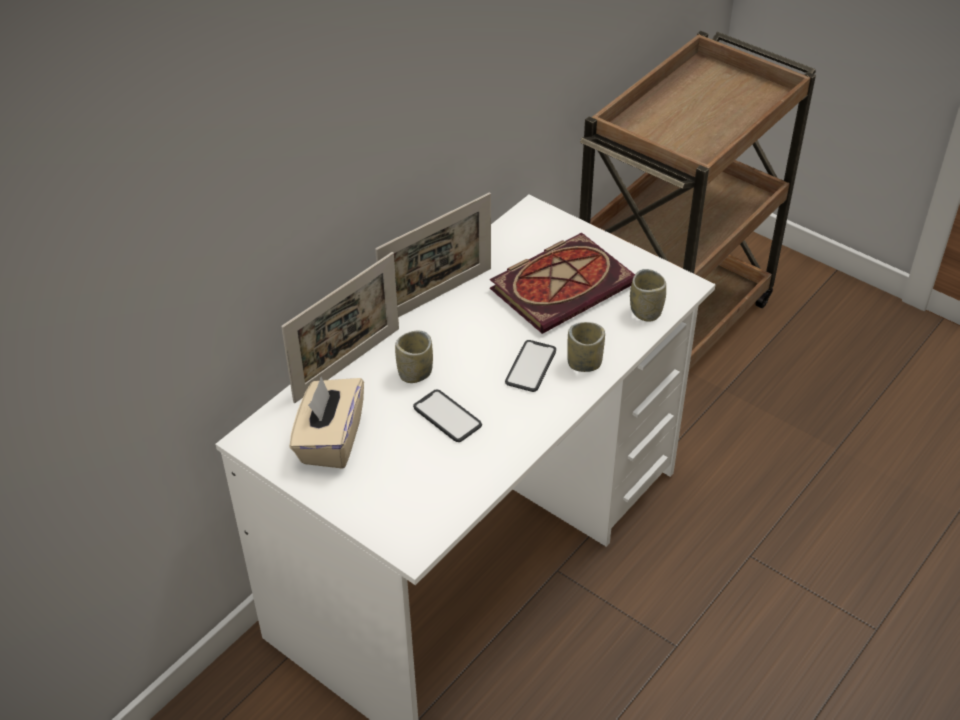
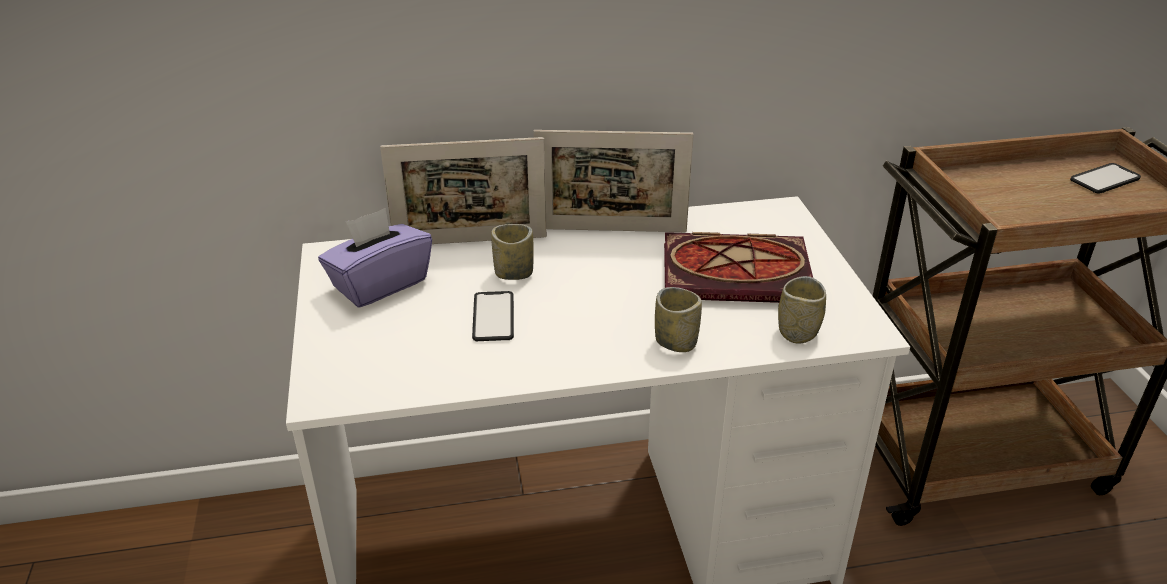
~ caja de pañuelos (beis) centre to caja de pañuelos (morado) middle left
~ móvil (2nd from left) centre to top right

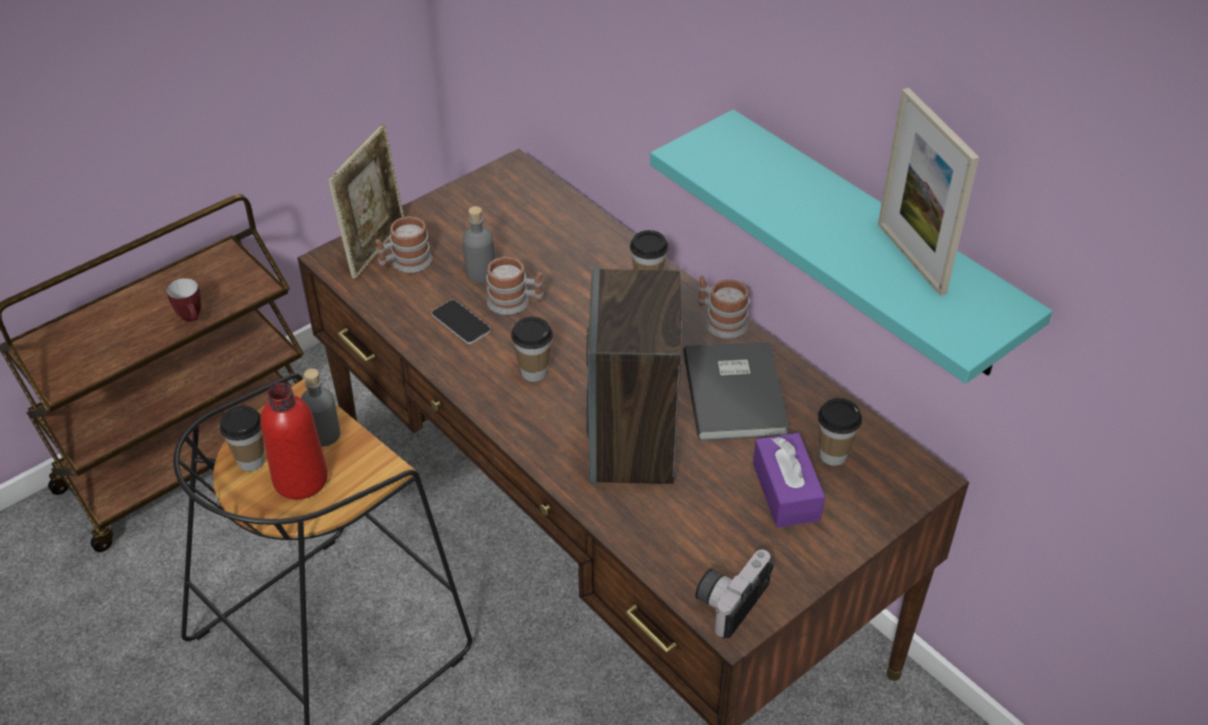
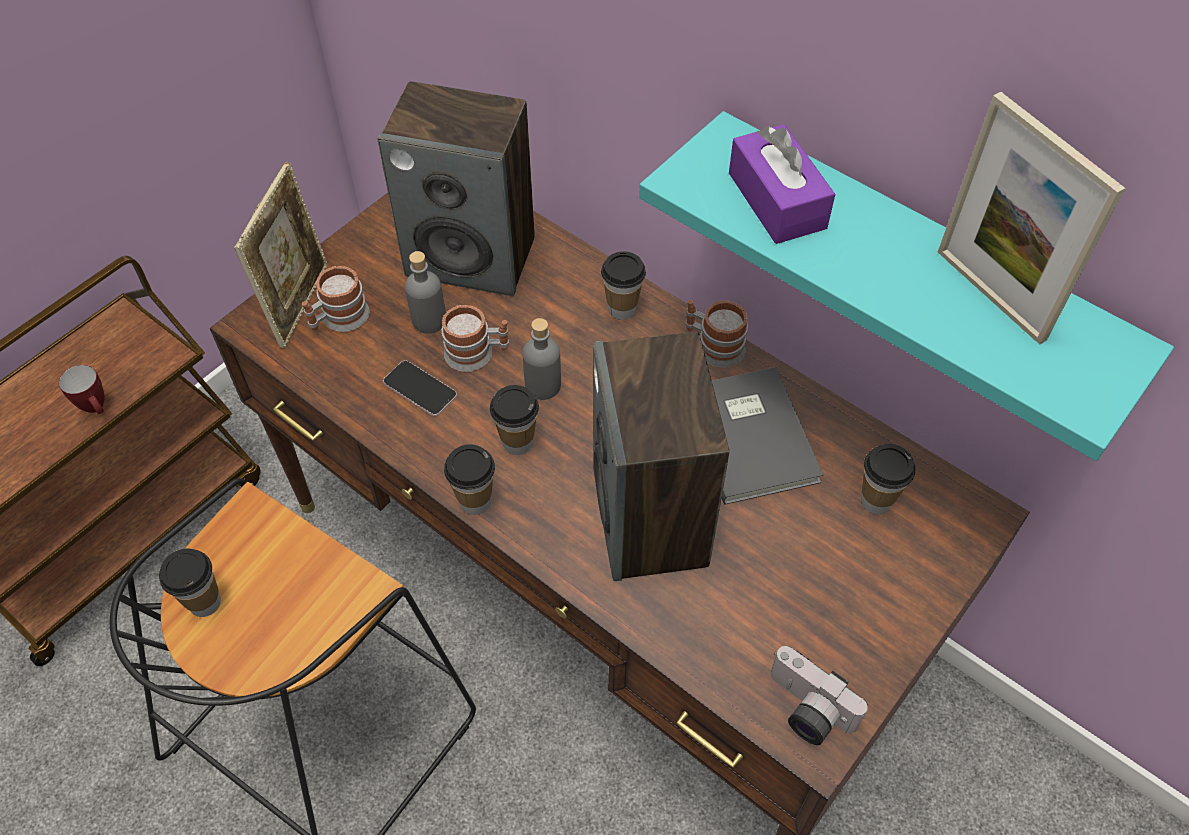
- botella (rojo) middle left
~ botella (gris) (1st from left in the first image) middle left to botella (gris) (2nd from left) centre
~ cámara bottom centre = bottom right 75 degrees counterclockwise
~ caja de pañuelos (morado) centre to top centre
+ altavoz (1st from left) top centre
+ taza (2nd from left) centre

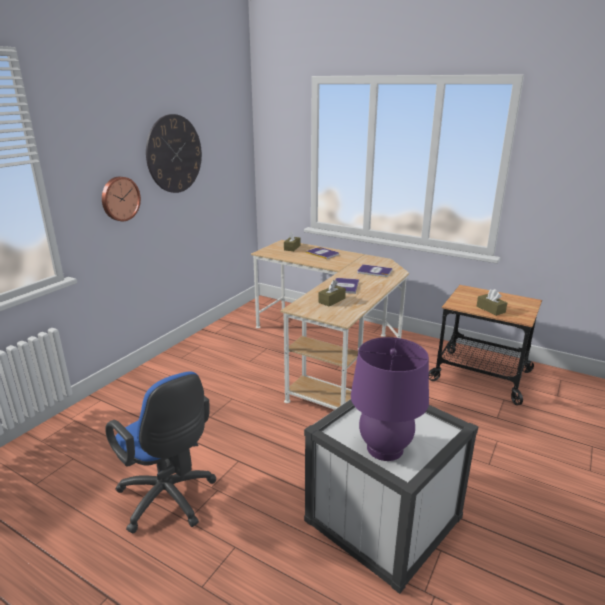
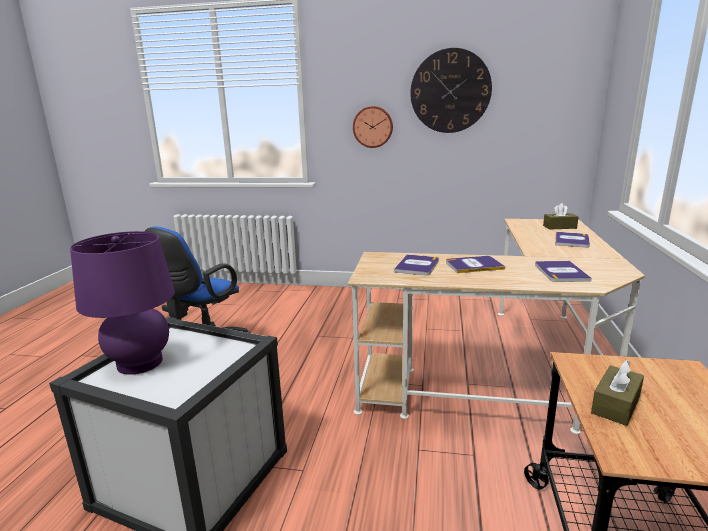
~ caja de pañuelos (marrón) (2nd from left) centre to libro (1st from left) centre

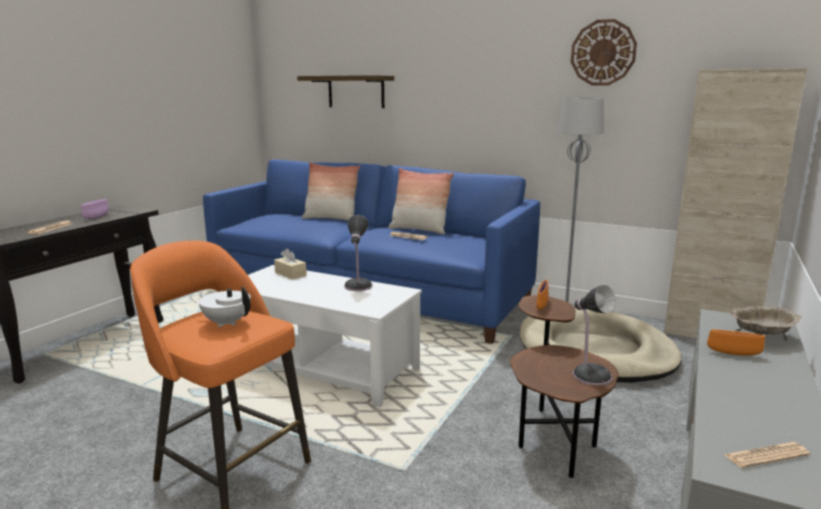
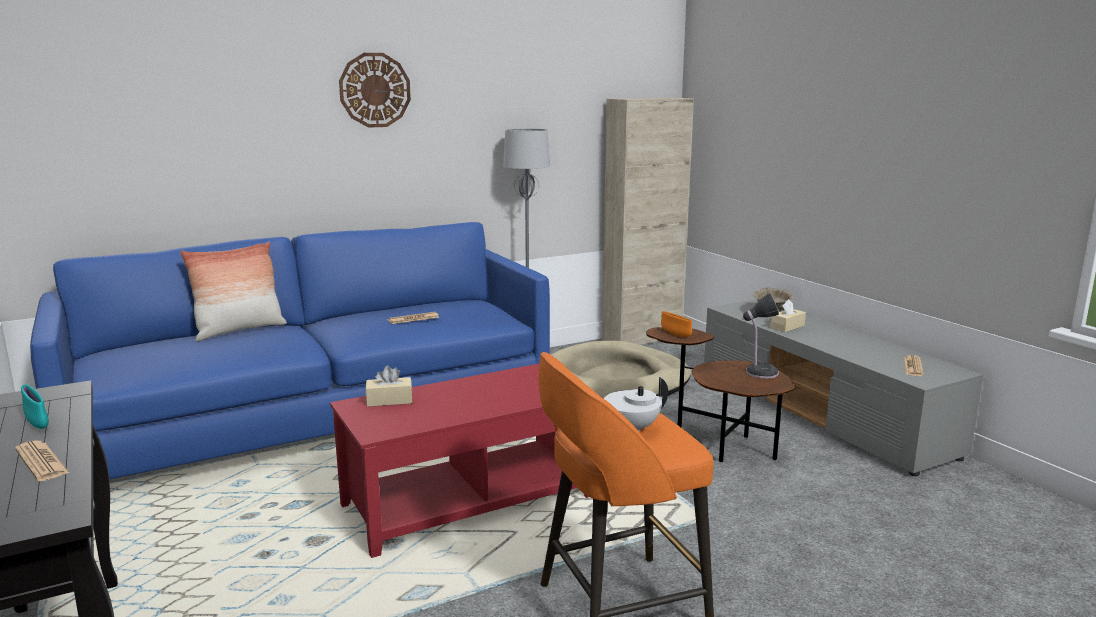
~ cuenco (morado) middle left to cuenco (turquesa) middle left
~ mesa de centro (blanco) centre to mesa de centro (rojo) bottom centre
- estante top centre
- lámpara de mesa (1st from left) centre
- cojín (2nd from left) centre
~ reloj de pared top right to top centre
~ cuenco (naranja) (2nd from left) bottom right to caja de pañuelos (beis) (2nd from left) middle right

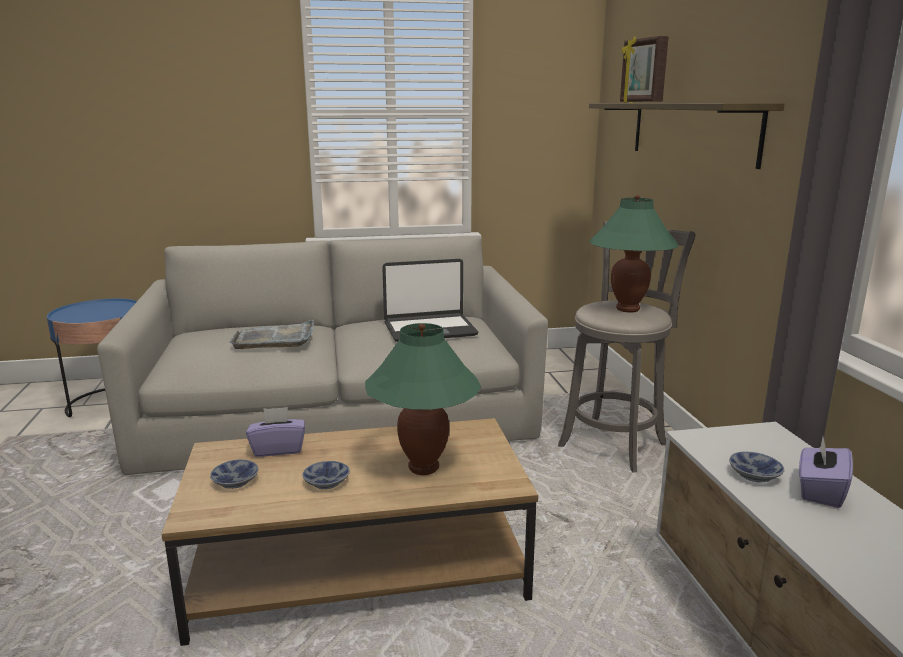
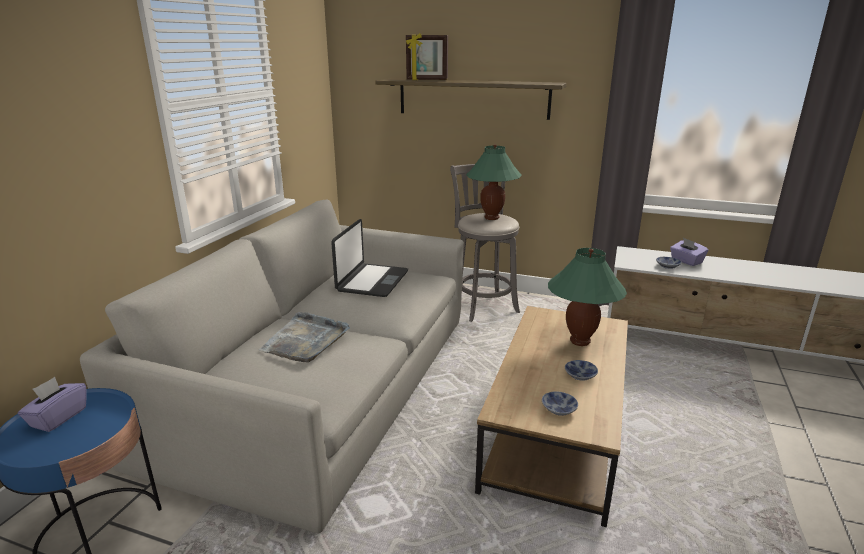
~ caja de pañuelos (morado) (1st from left) middle left to bottom left

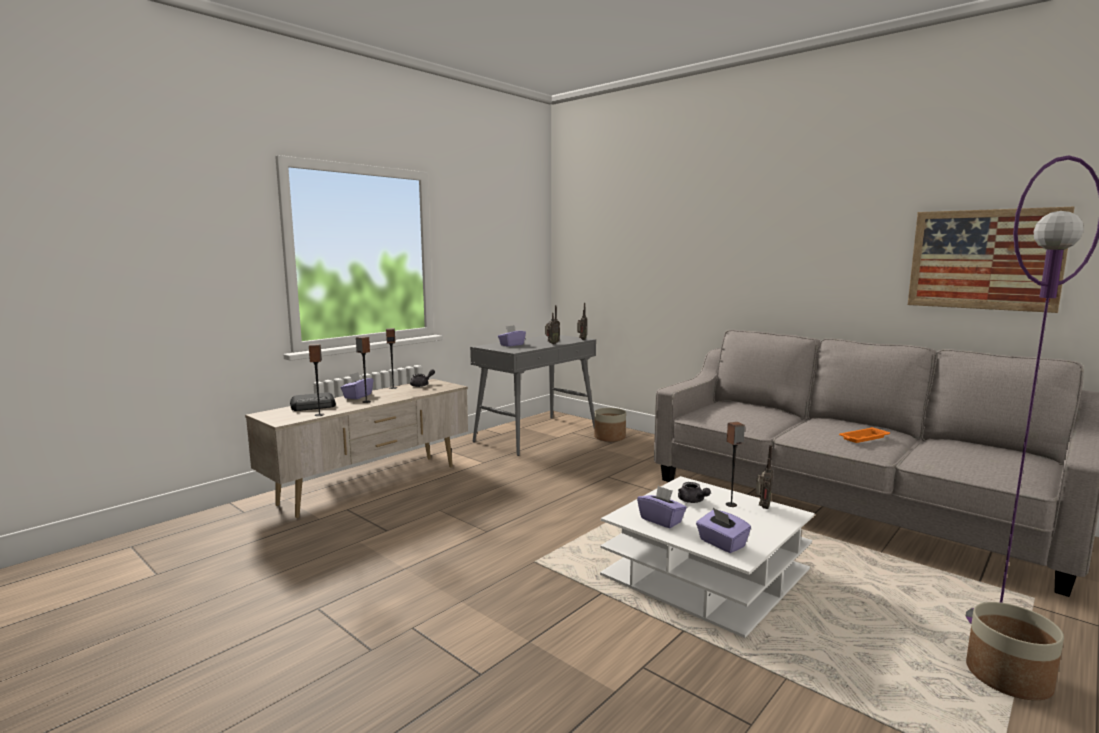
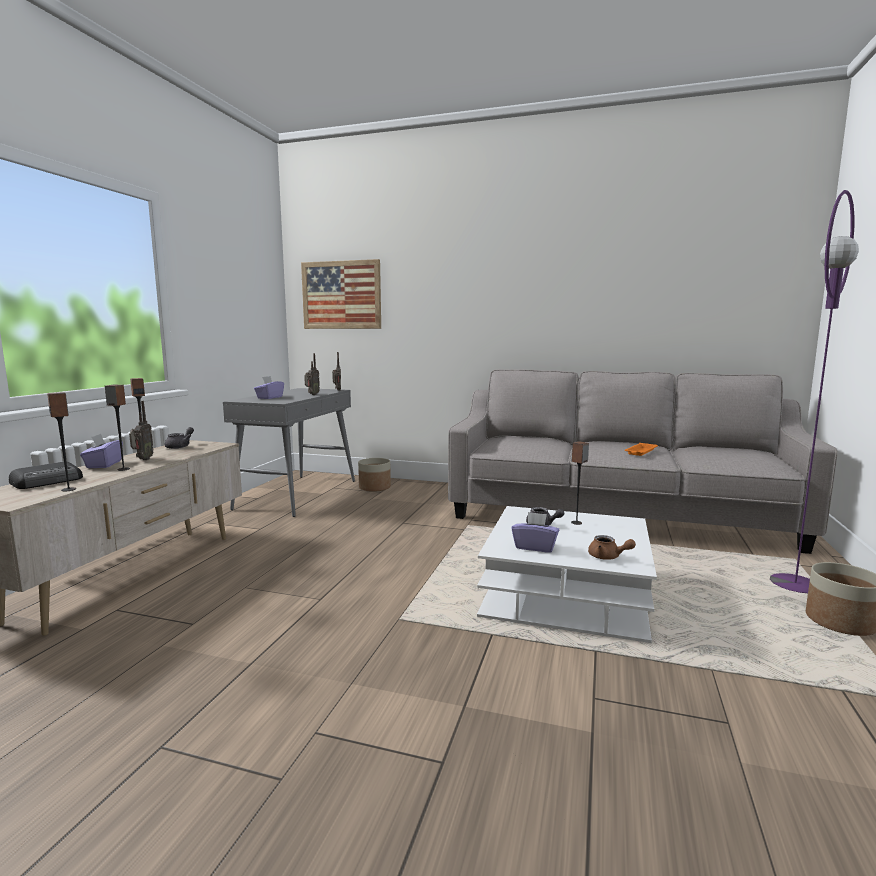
~ caja de pañuelos (morado) (4th from left) bottom centre to tetera (marrón) middle right
~ radio (4th from left in the first image) middle right to radio (2nd from left) middle left
~ cuadro middle right to centre

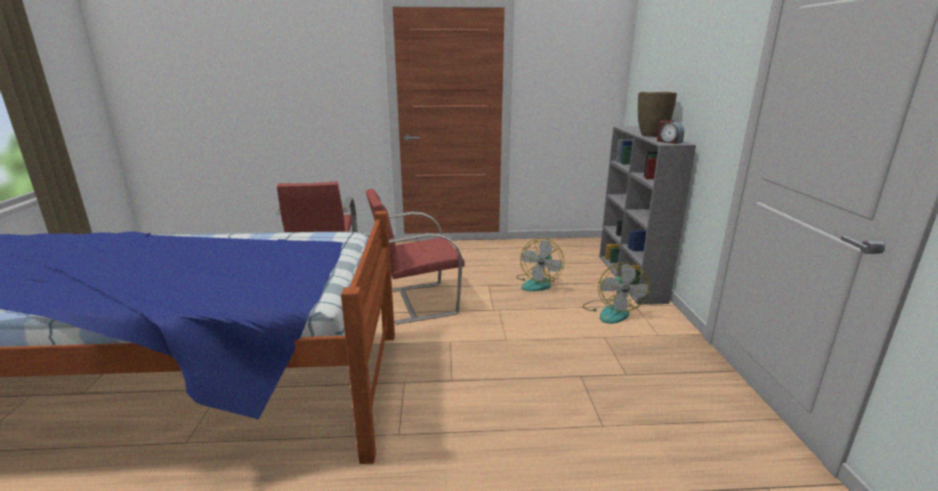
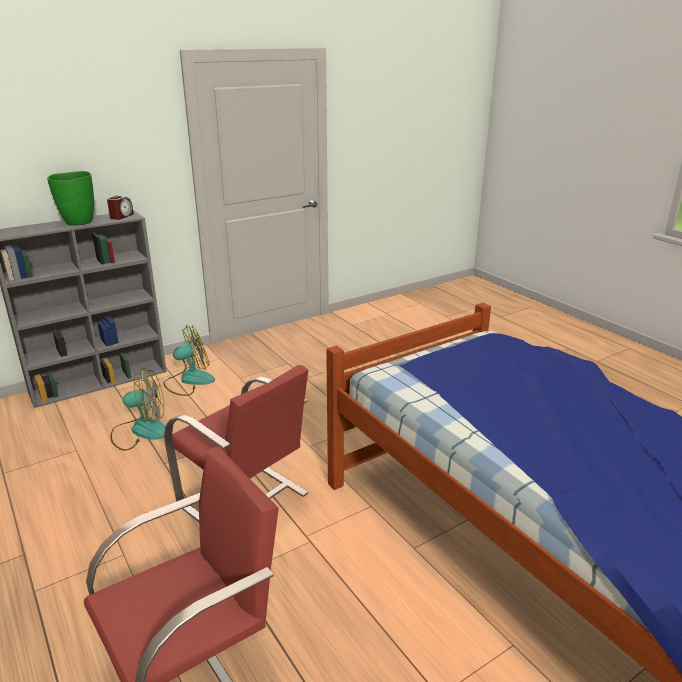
~ florero (marrón) top right to florero (verde) top left

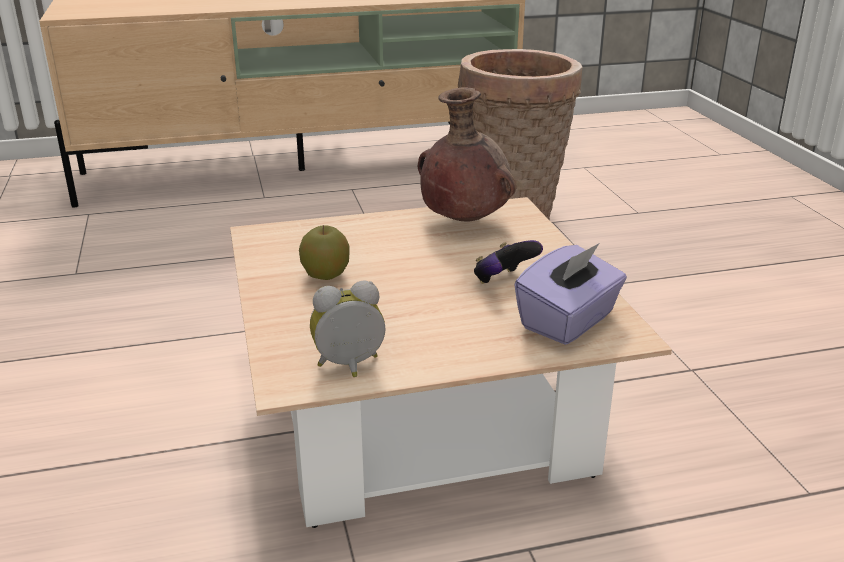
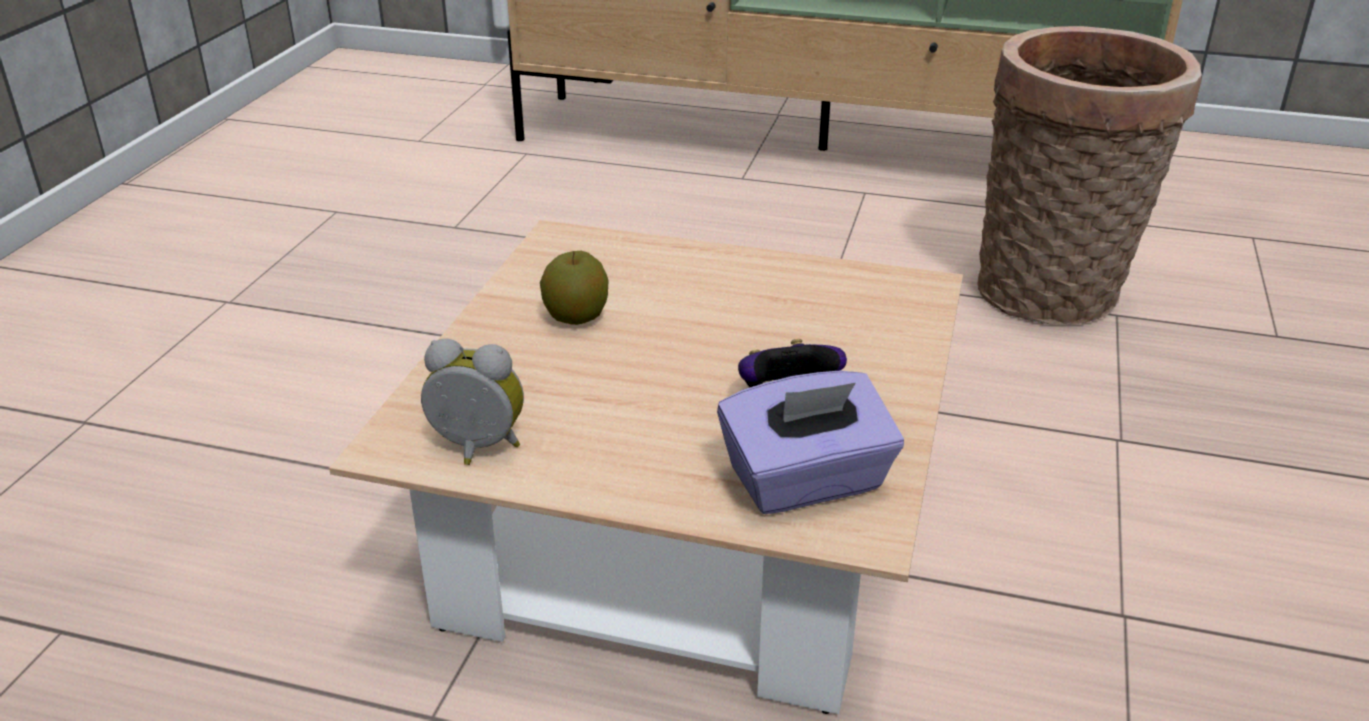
- florero (marrón) top centre

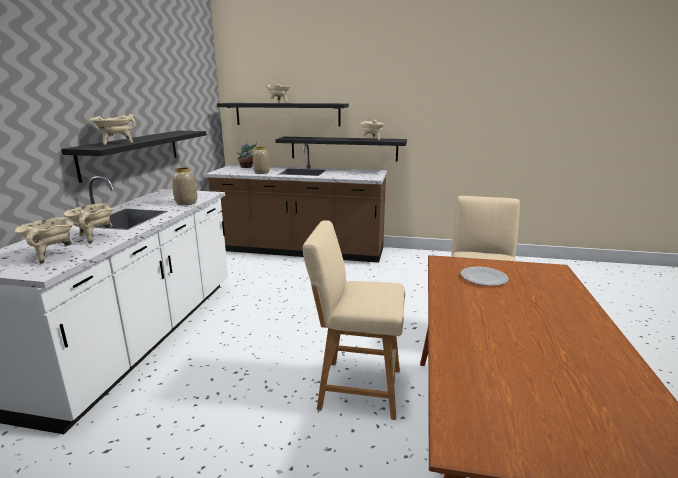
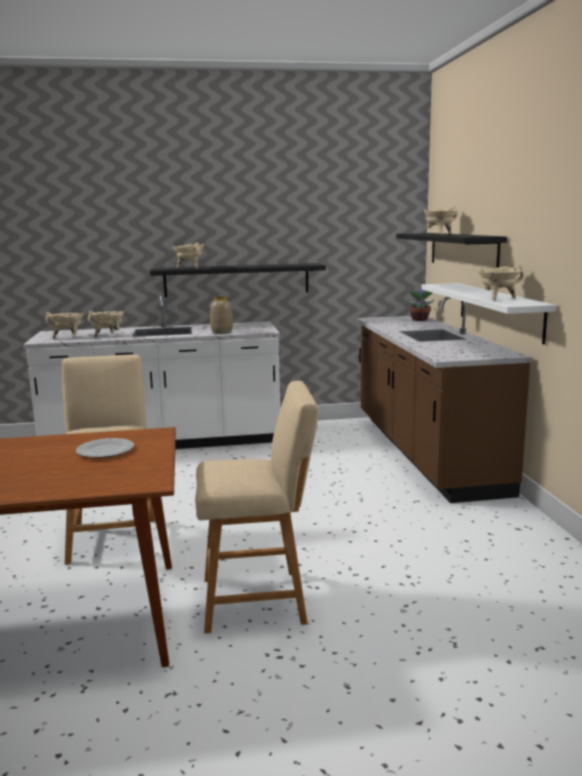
- florero (2nd from left) centre
~ estante (negro) (3rd from left) top centre to estante (blanco) middle right

